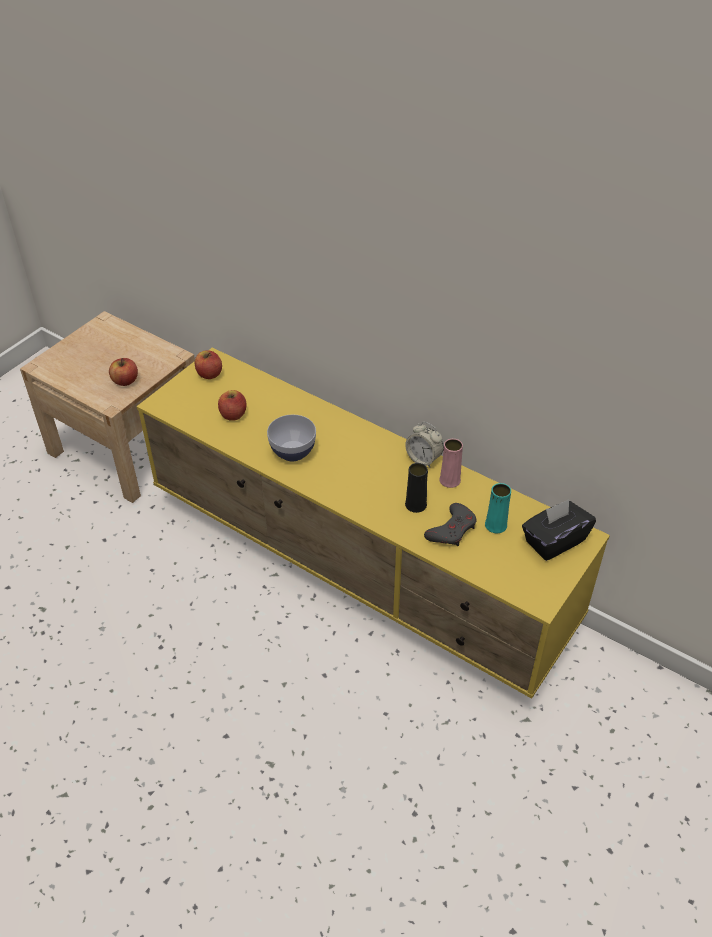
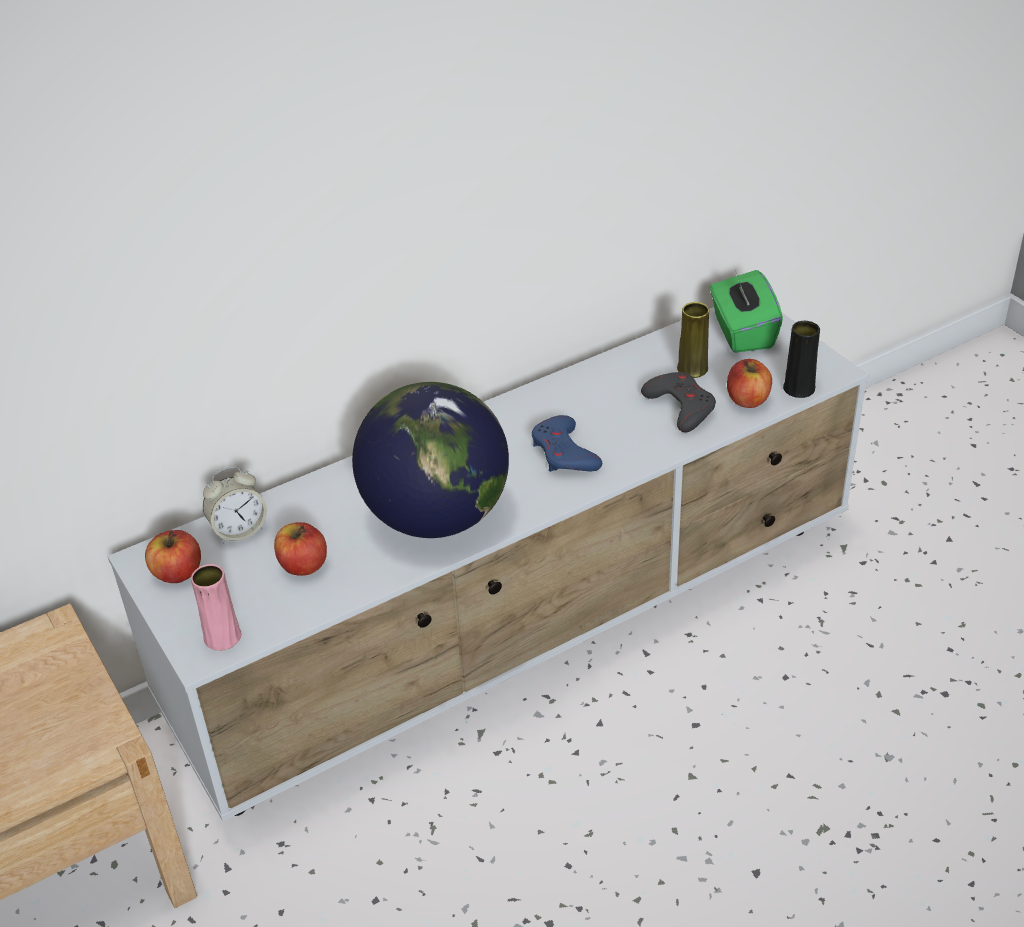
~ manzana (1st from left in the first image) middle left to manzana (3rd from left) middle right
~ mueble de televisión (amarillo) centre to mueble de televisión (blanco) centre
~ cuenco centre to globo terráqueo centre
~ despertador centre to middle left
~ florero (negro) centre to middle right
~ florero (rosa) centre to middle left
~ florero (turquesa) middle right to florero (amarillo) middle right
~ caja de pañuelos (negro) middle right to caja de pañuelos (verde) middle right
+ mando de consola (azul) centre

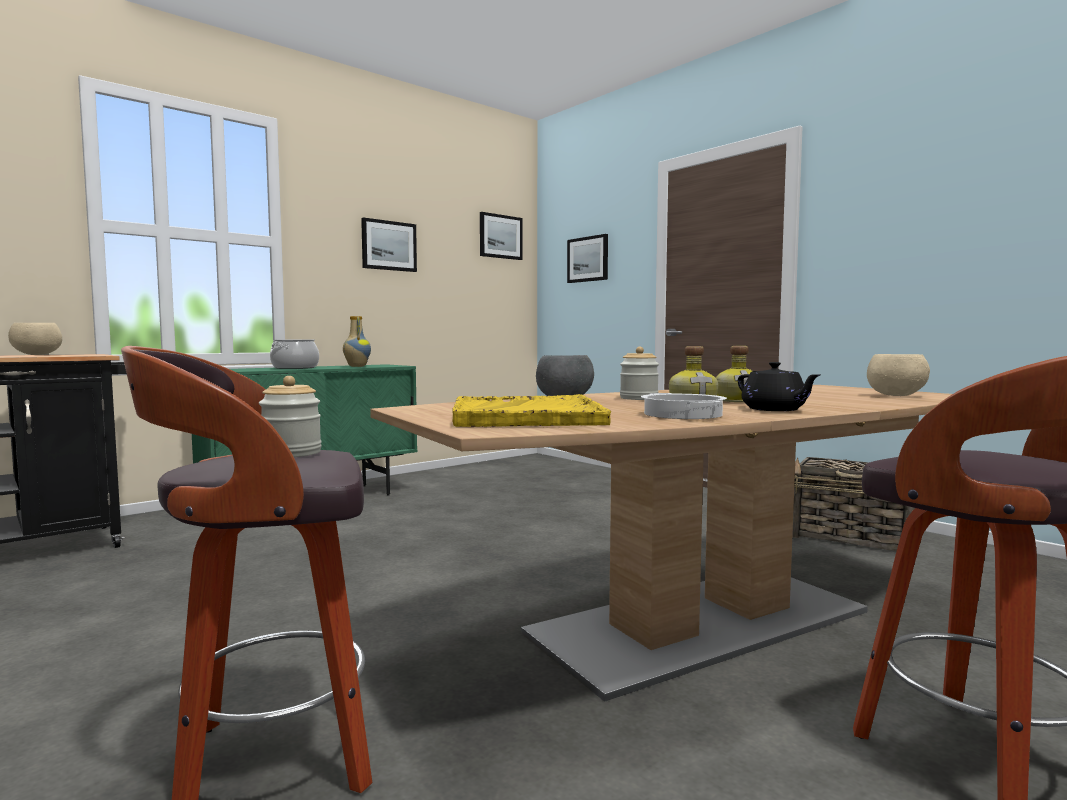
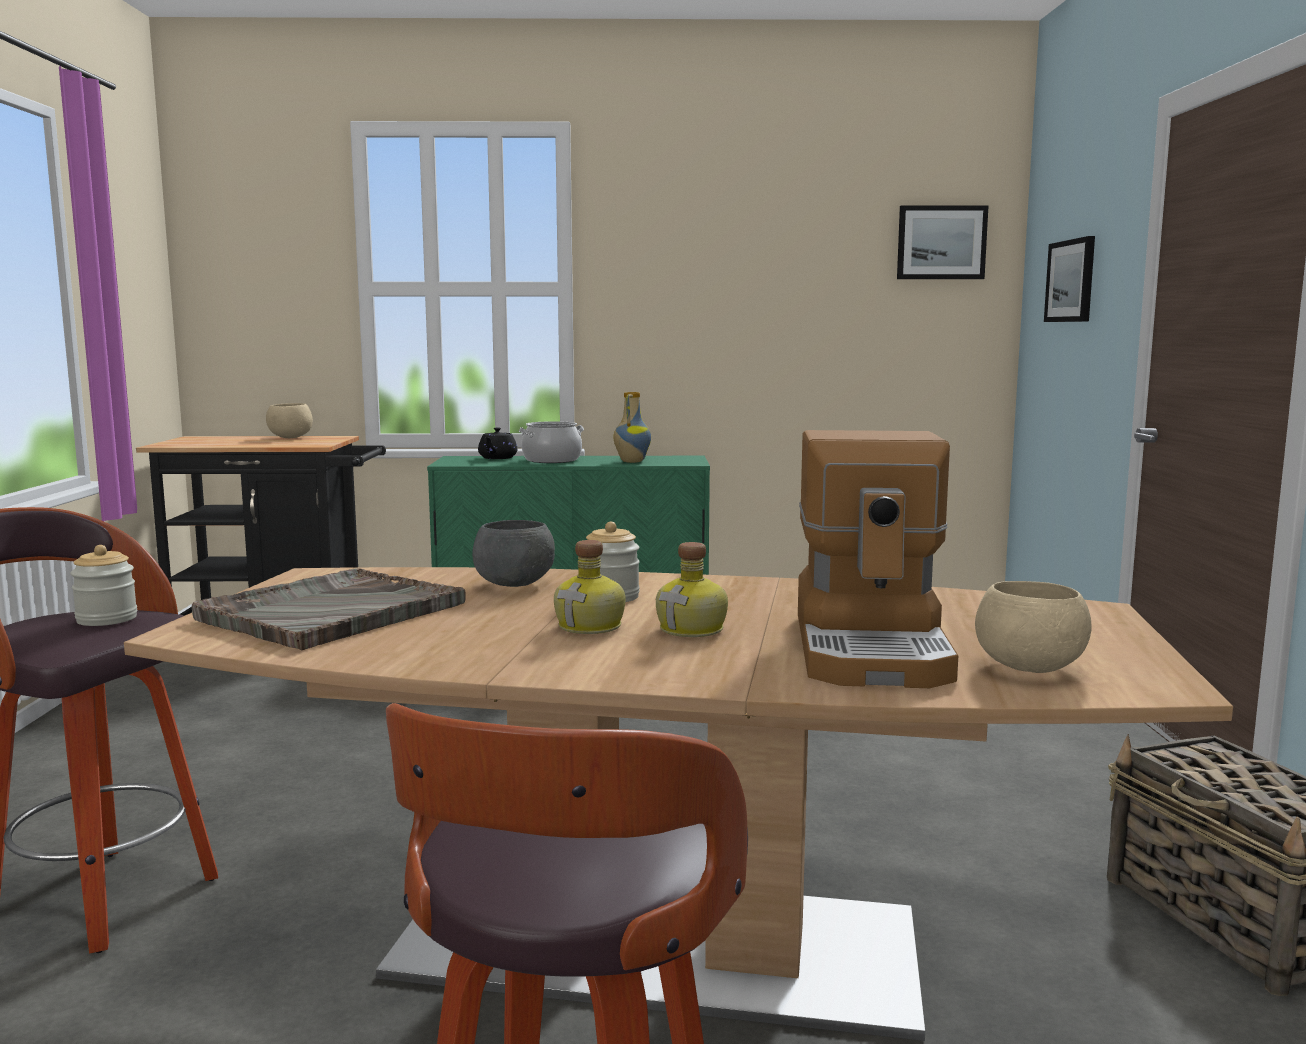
- cuadro (1st from left) top centre
~ bandeja (amarillo) centre to bandeja (gris) middle left
- olla (2nd from left) centre
~ tetera (negro) middle right to centre
+ cafetera middle right

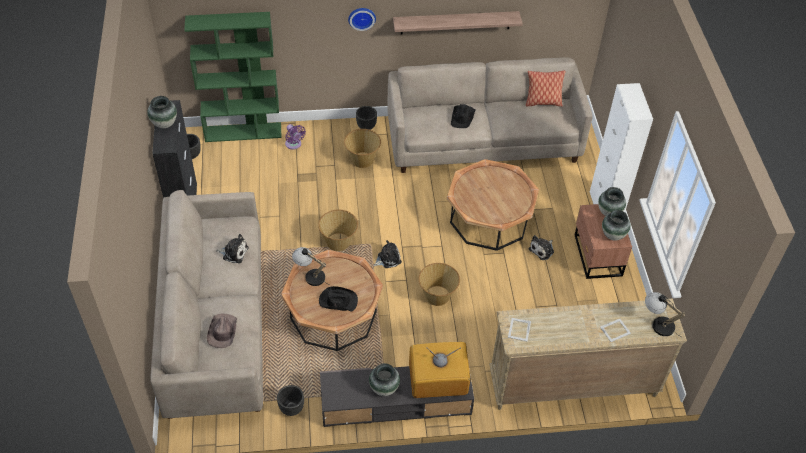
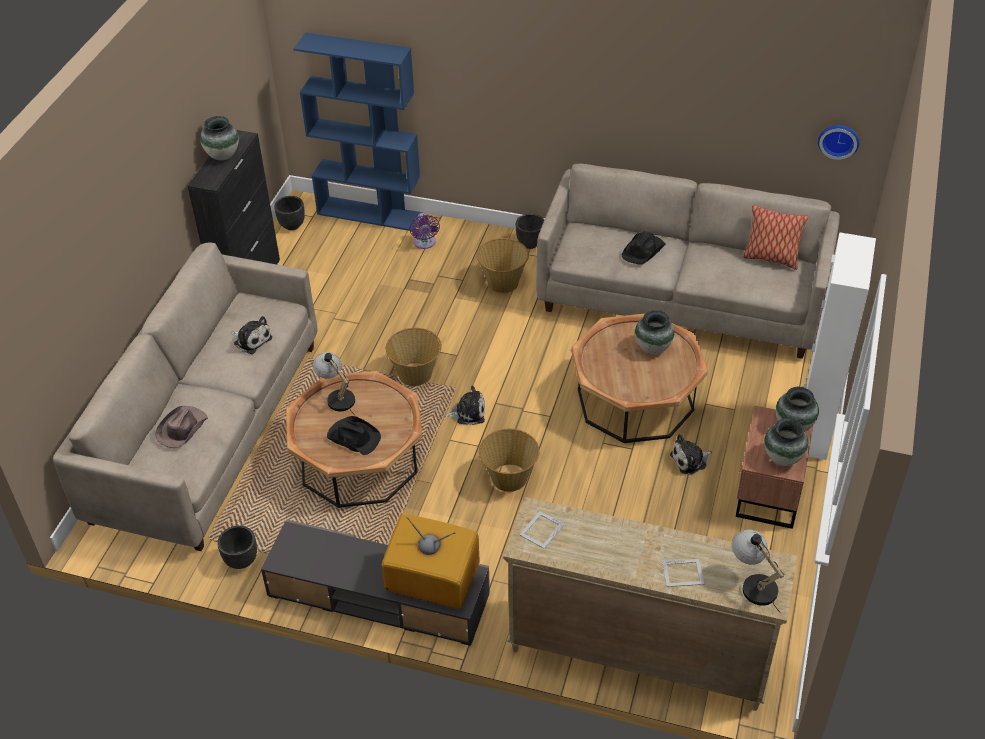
~ estantería (verde) top left to estantería (azul) top centre
~ reloj de pared top centre to top right
~ florero (2nd from left) bottom centre to centre
- estante top centre

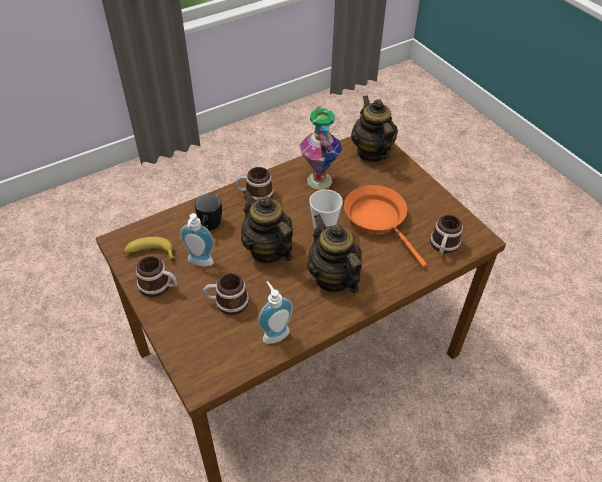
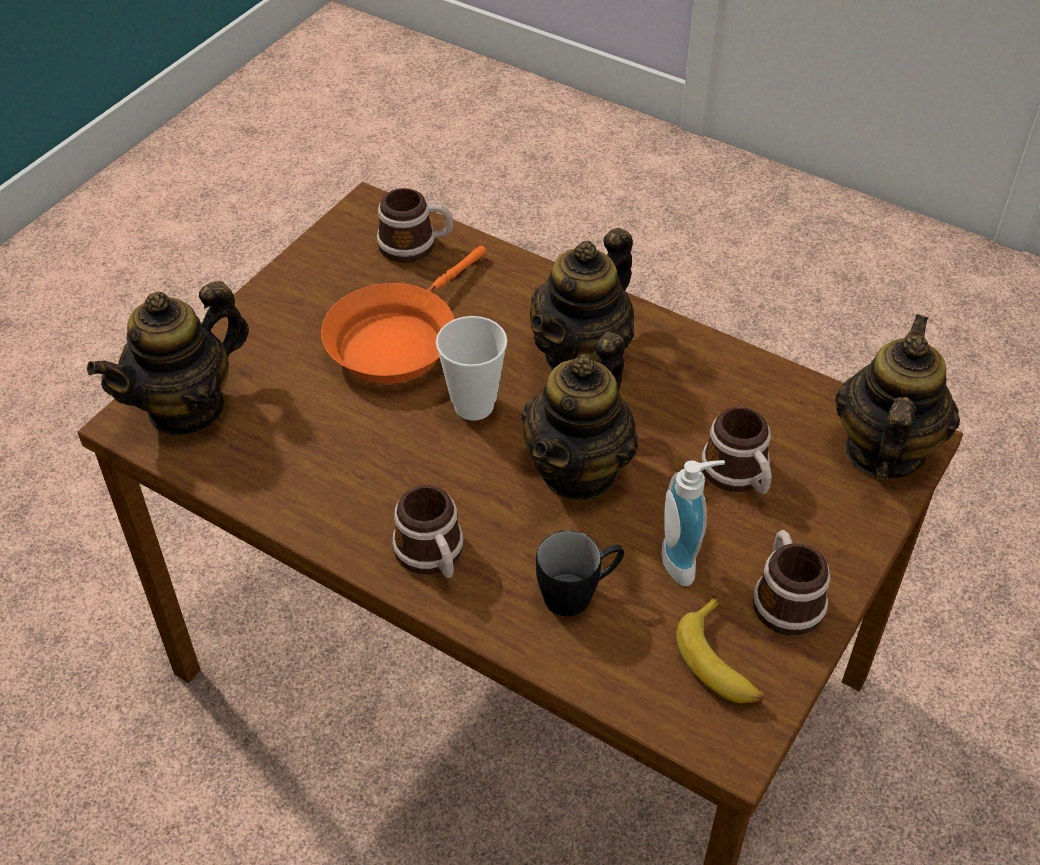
- dispensador de jabón (2nd from left) centre
- florero top centre
+ tetera (4th from left) middle right

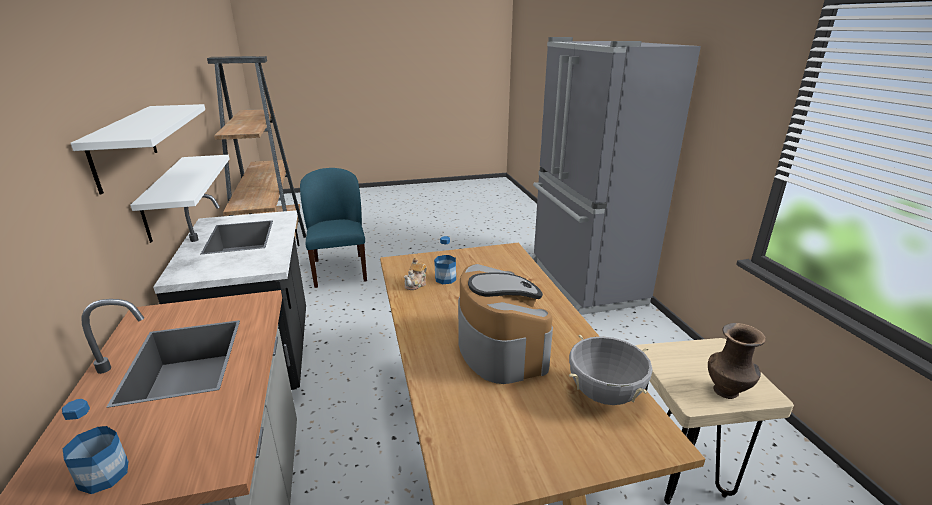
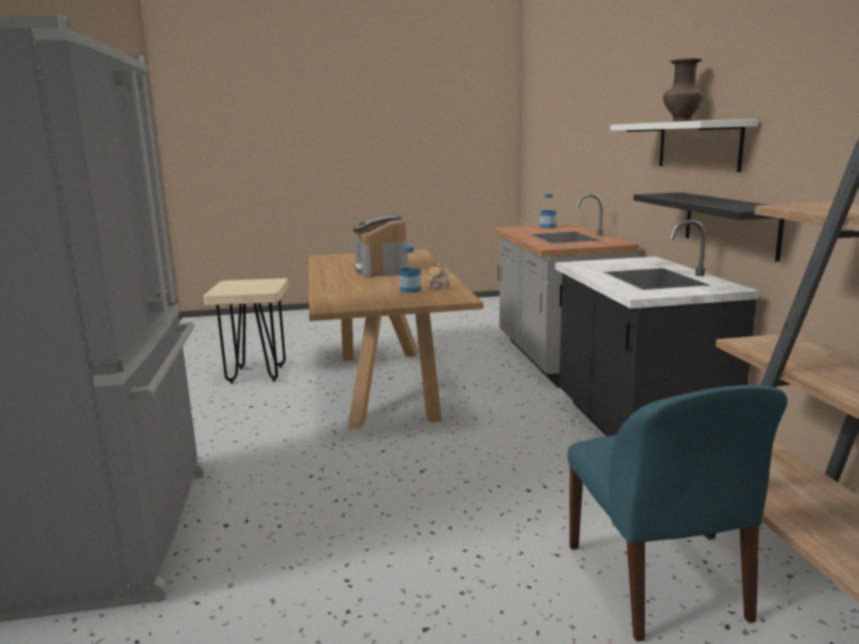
~ estante (blanco) (2nd from left) middle left to estante (negro) middle right
- olla (gris) bottom centre
~ florero (marrón) bottom right to top right

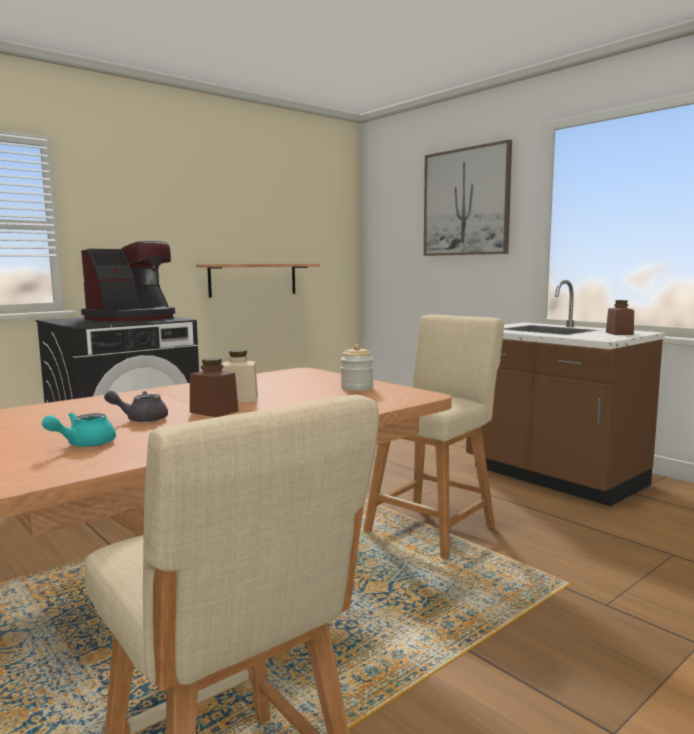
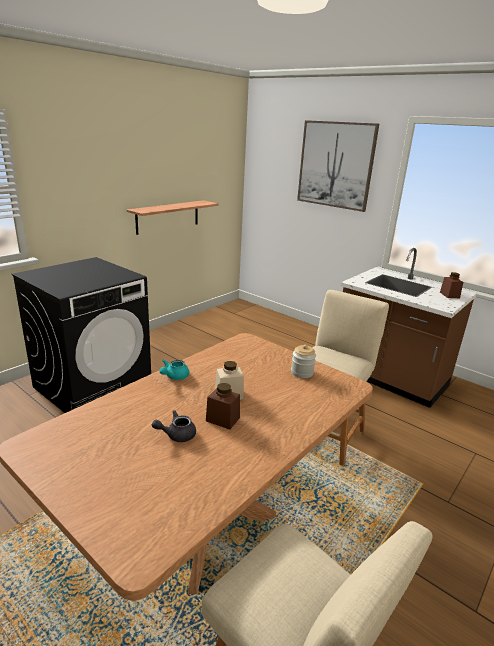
~ tetera (turquesa) middle left to centre
- cafetera middle left

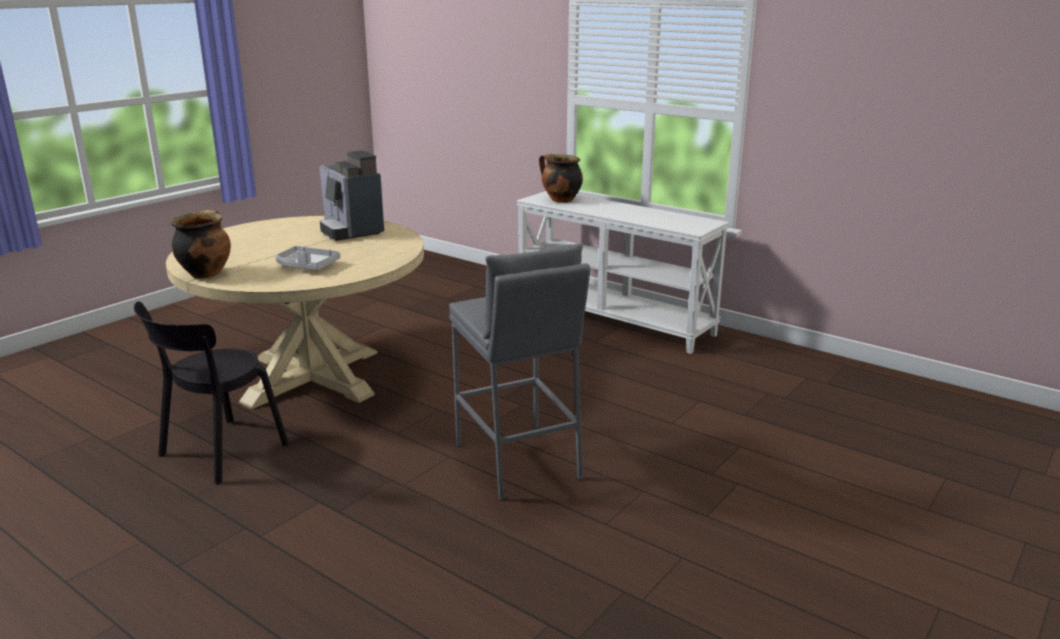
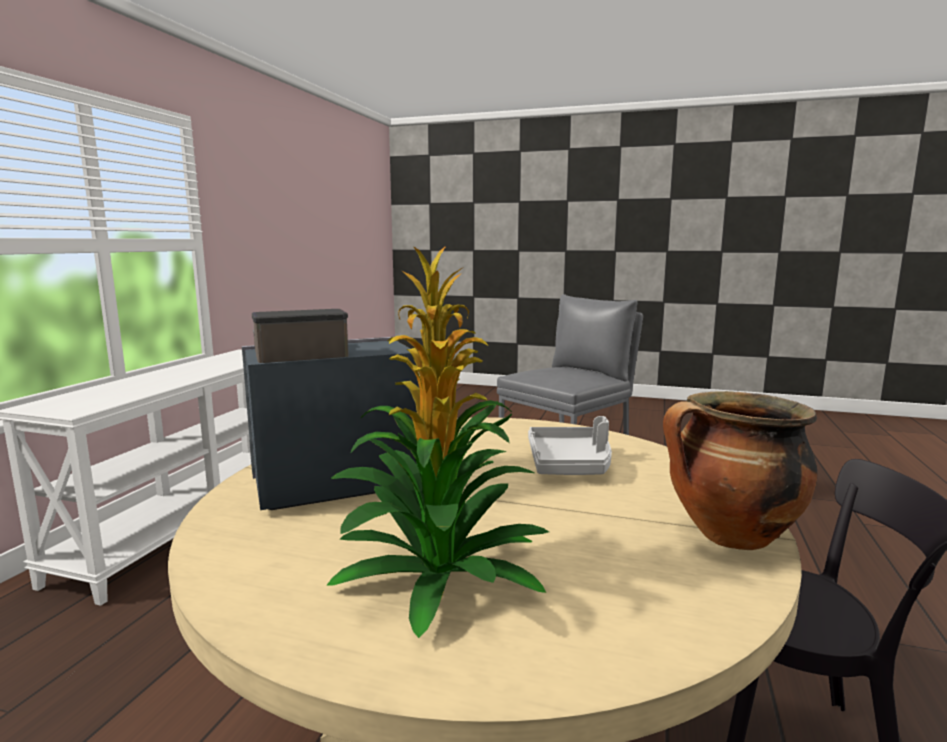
~ cafetera top left = centre 150 degrees counterclockwise
- olla (2nd from left) top centre
+ planta en maceta centre

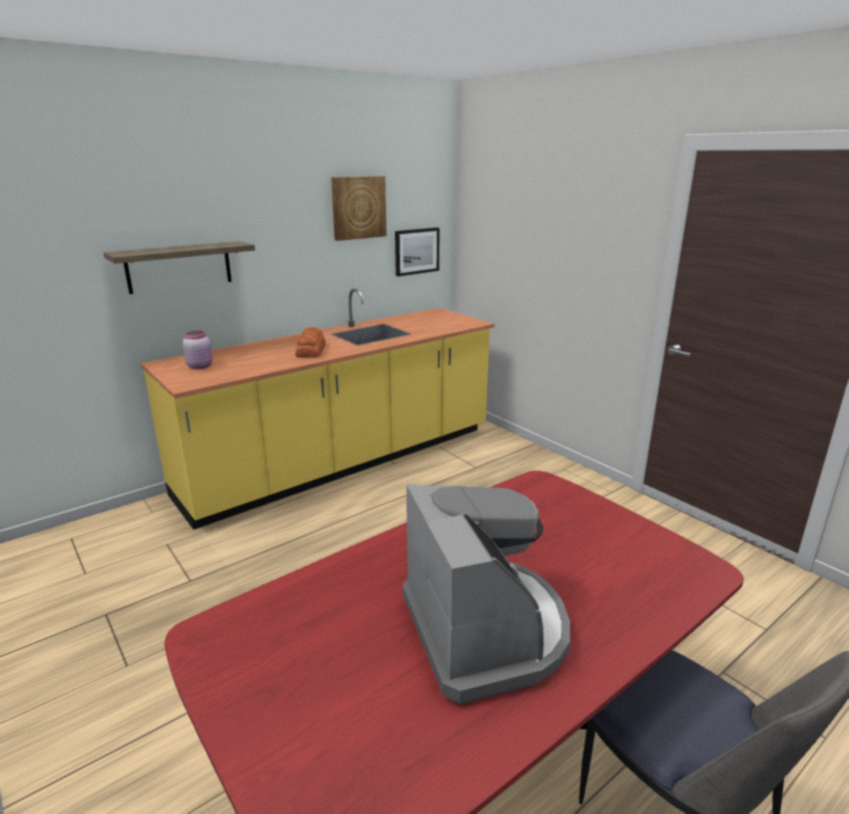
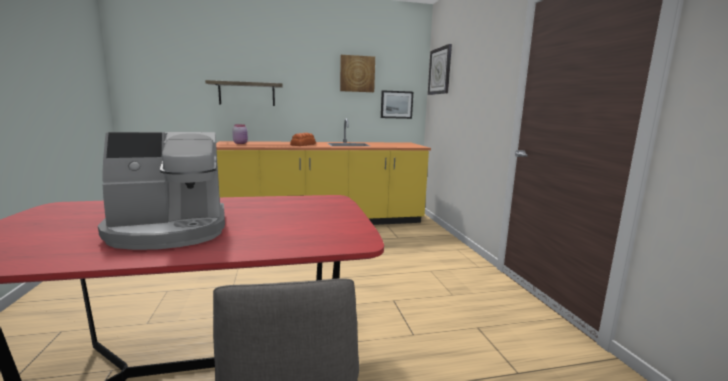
~ cafetera bottom centre = middle left 60 degrees clockwise
+ reloj de pared top centre

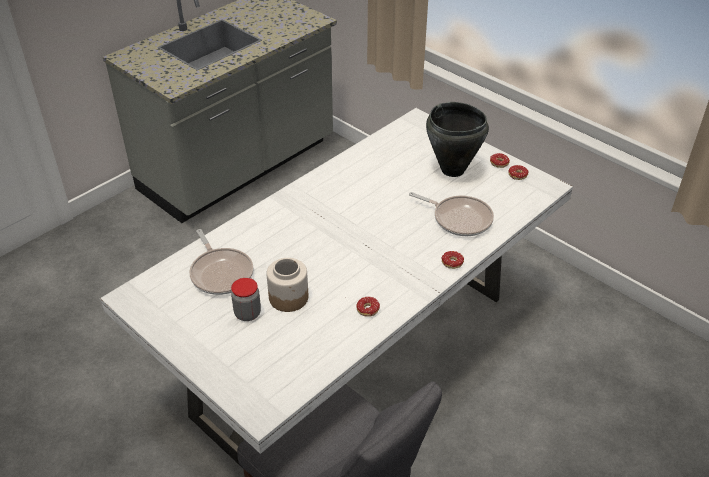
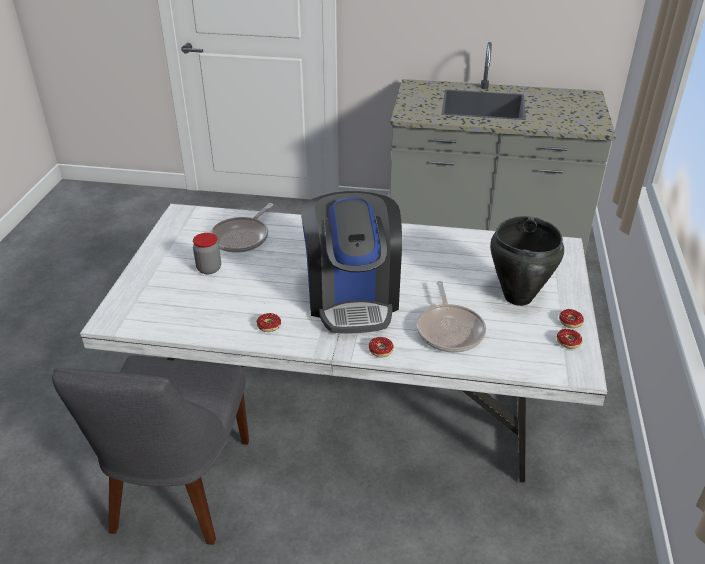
- tarro (2nd from left) centre
+ cafetera centre

